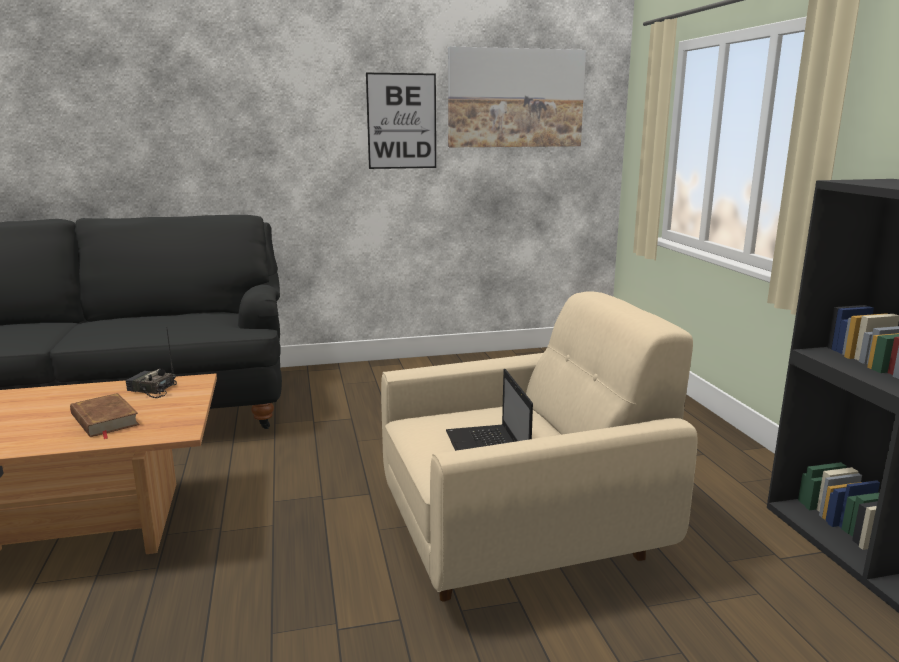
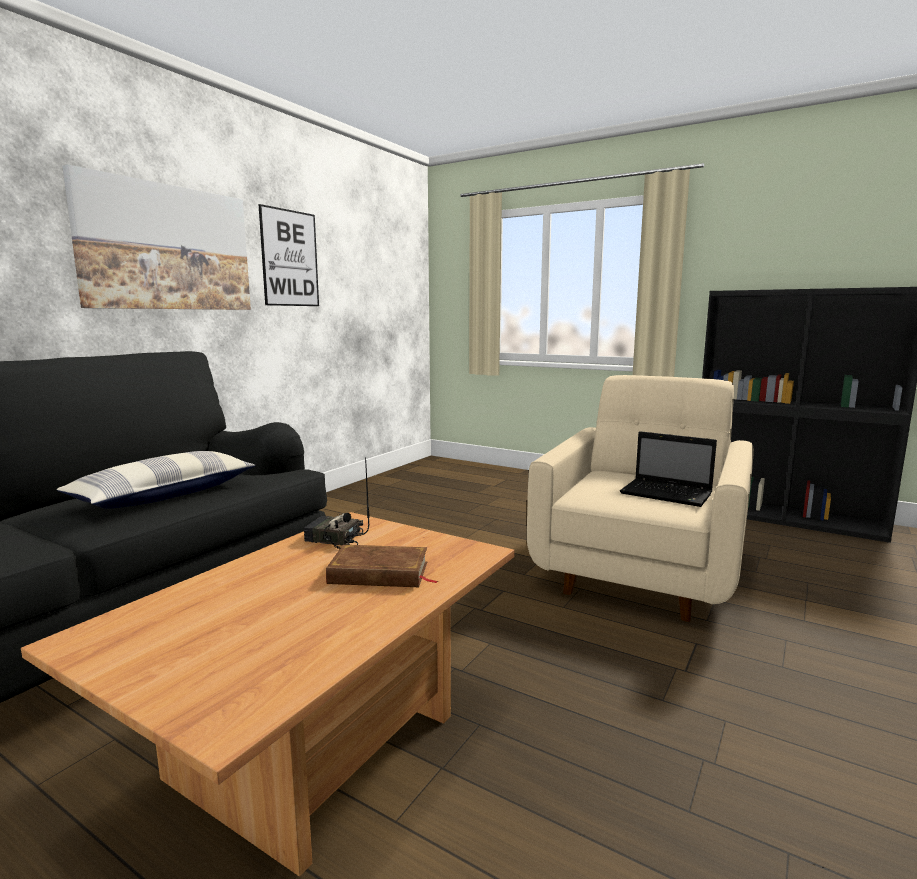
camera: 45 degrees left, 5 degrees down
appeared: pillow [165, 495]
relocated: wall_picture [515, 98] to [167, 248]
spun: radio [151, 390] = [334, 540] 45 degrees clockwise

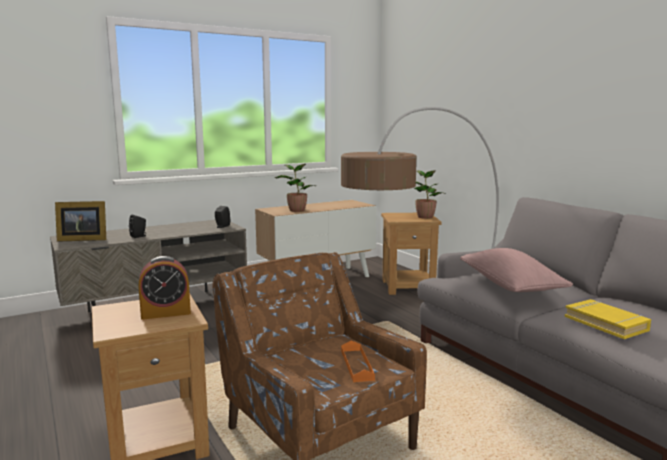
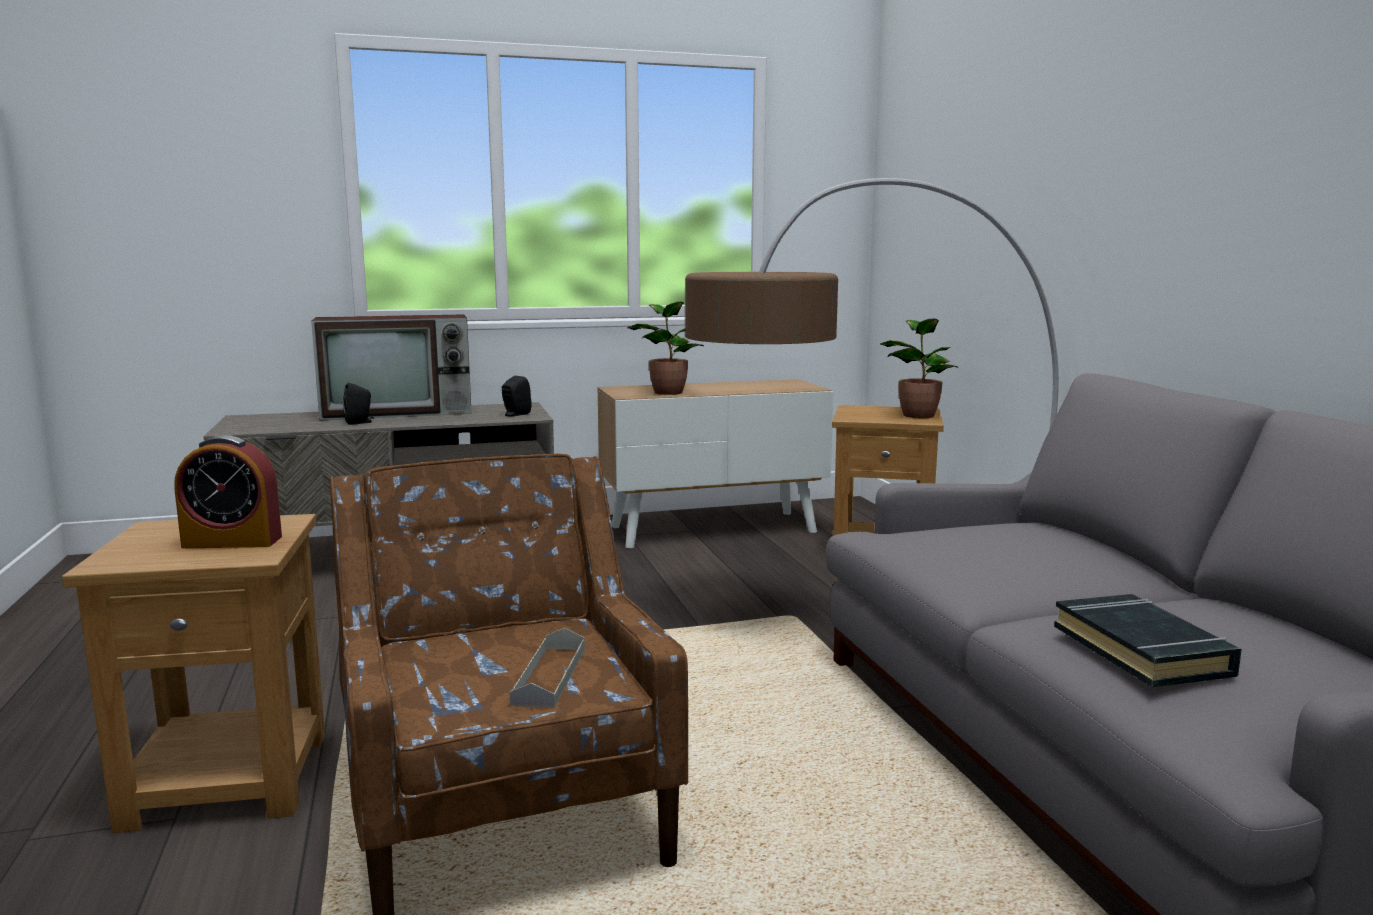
camera: 15 degrees right, 0 degrees up
missing: picture_frame [82, 239]; pinkish_pillow [510, 286]
appeared: TV [400, 412]
colour: orangey_carrying_tray [357, 365] to greyish_carrying_tray [549, 676]; yellow-coloured_book [606, 323] to black-coloured_book [1142, 650]

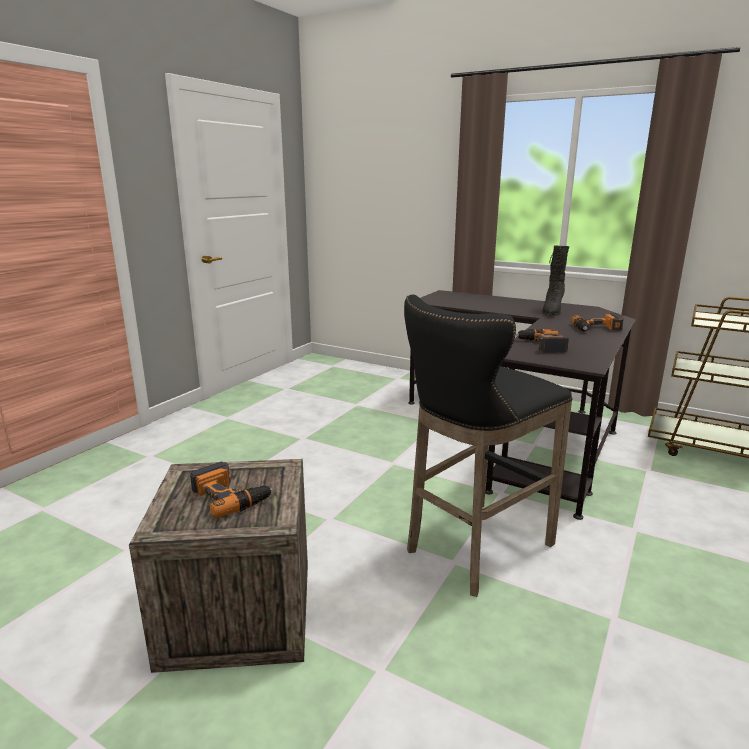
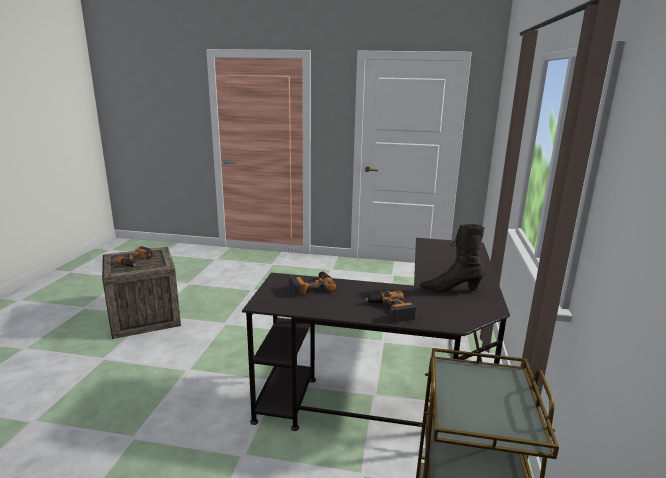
camera: 70 degrees right, 0 degrees up
missing: black-coloured_stool_seat [474, 550]

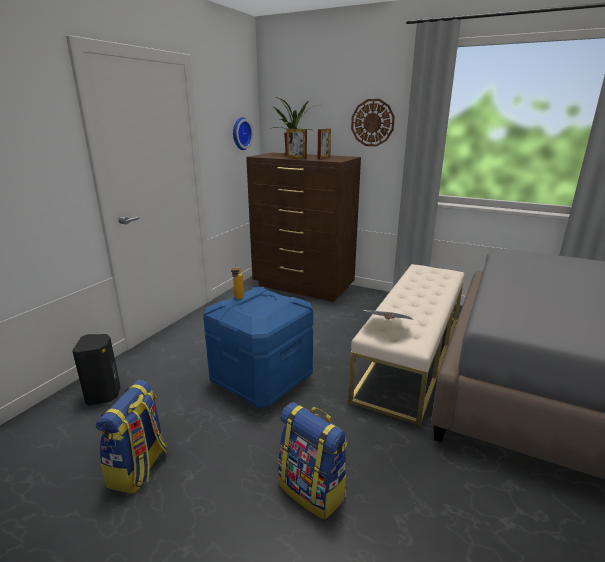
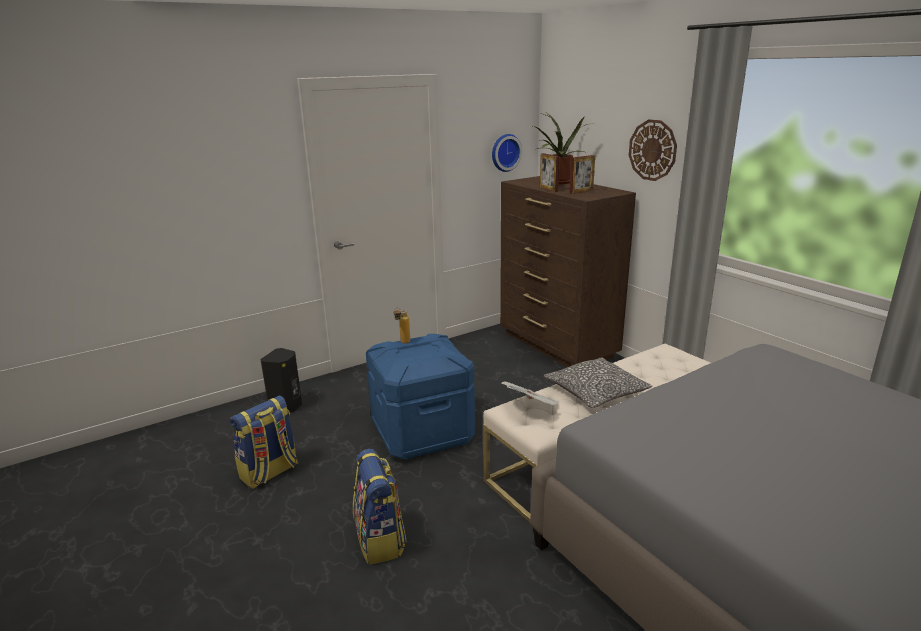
camera: 30 degrees right, 0 degrees up
appeared: pillow [595, 392]

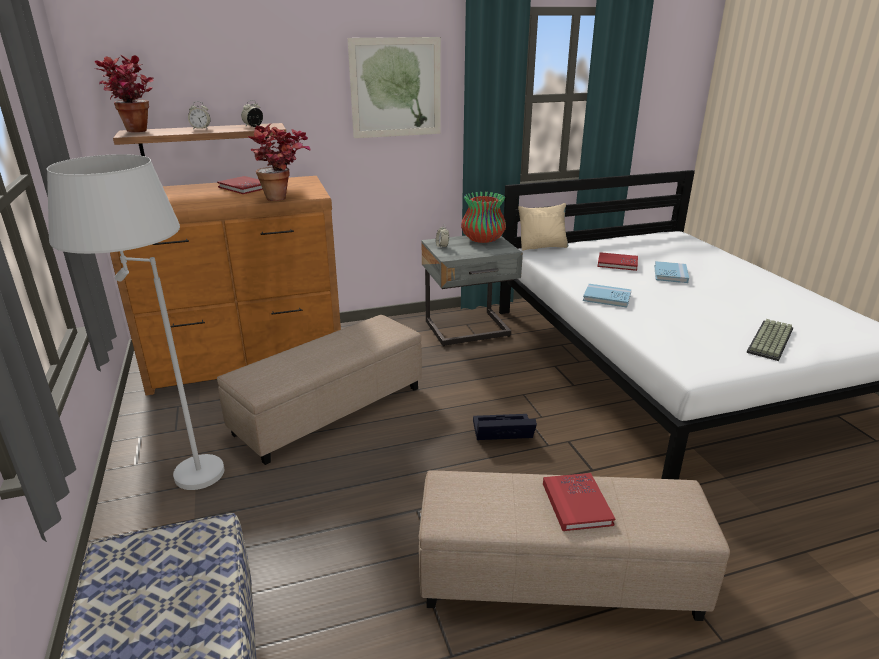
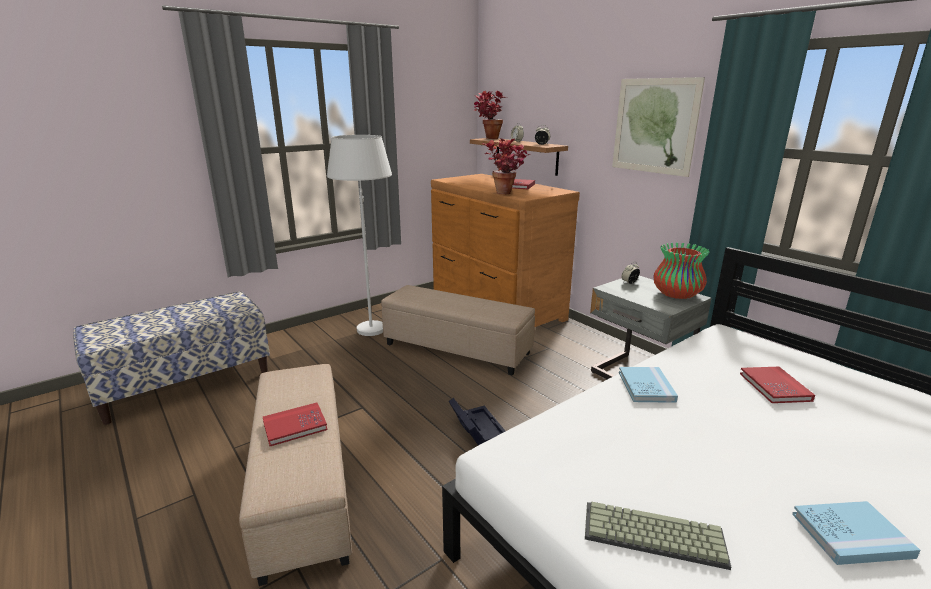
camera: 70 degrees right, 5 degrees down
missing: sand-coloured_pillow [542, 246]
relocated: bluish_book [670, 274] to [851, 535]

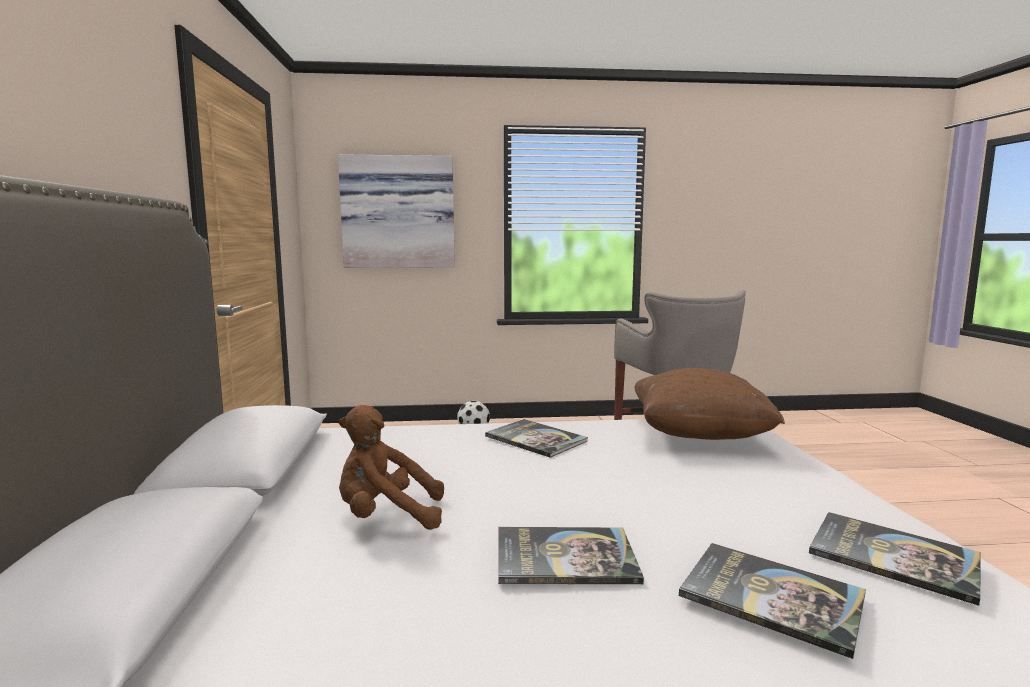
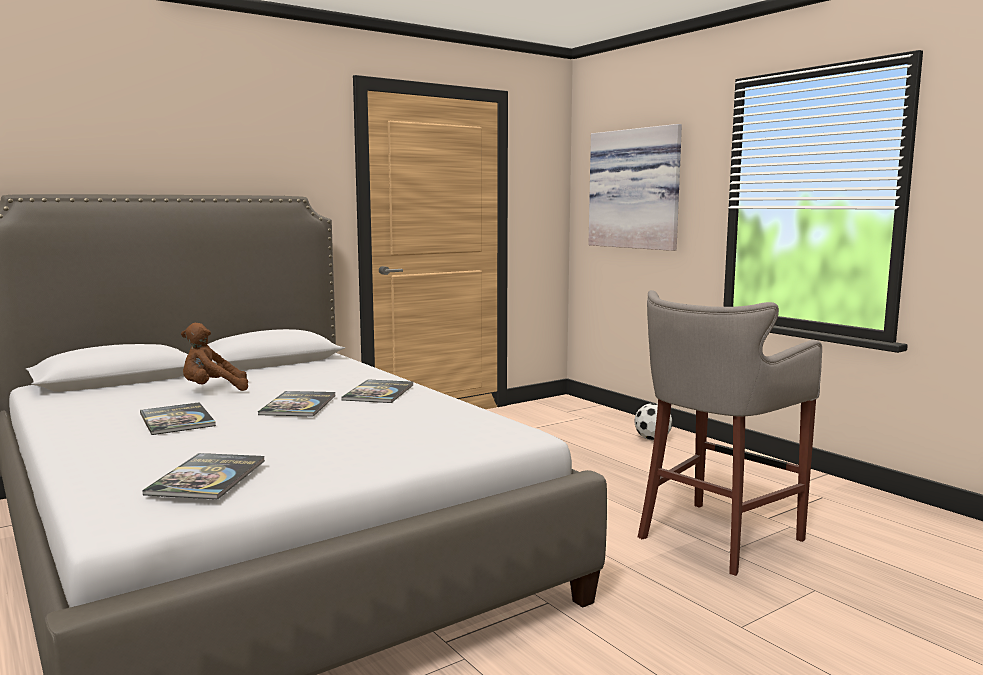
camera: 60 degrees right, 0 degrees up
missing: brownish_pillow [698, 436]
relocated: book [771, 597] to [298, 405]
spun: brownish_soft_toy [386, 517] = [213, 390] 75 degrees counterclockwise

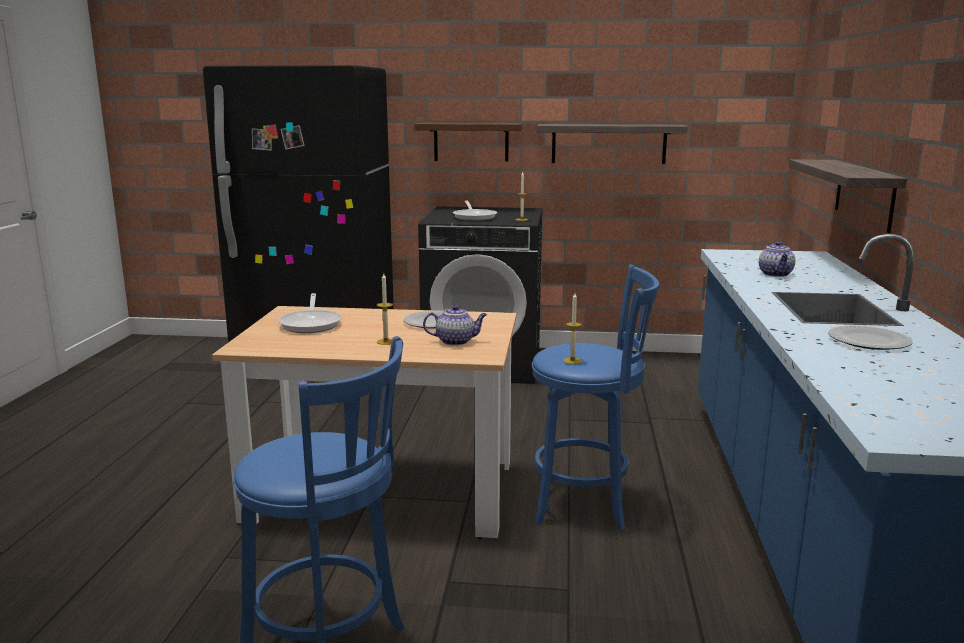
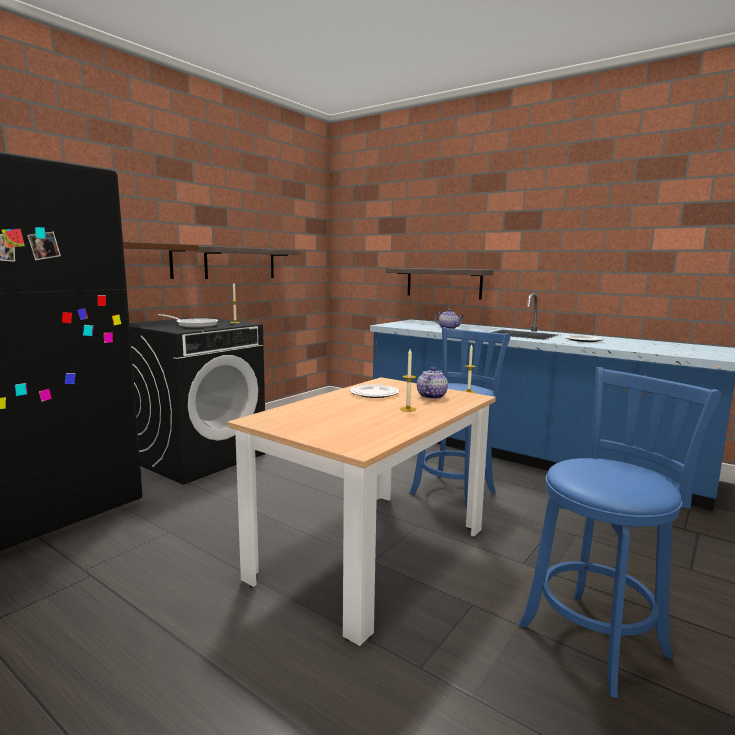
camera: 60 degrees left, 5 degrees down
missing: skillet [311, 323]

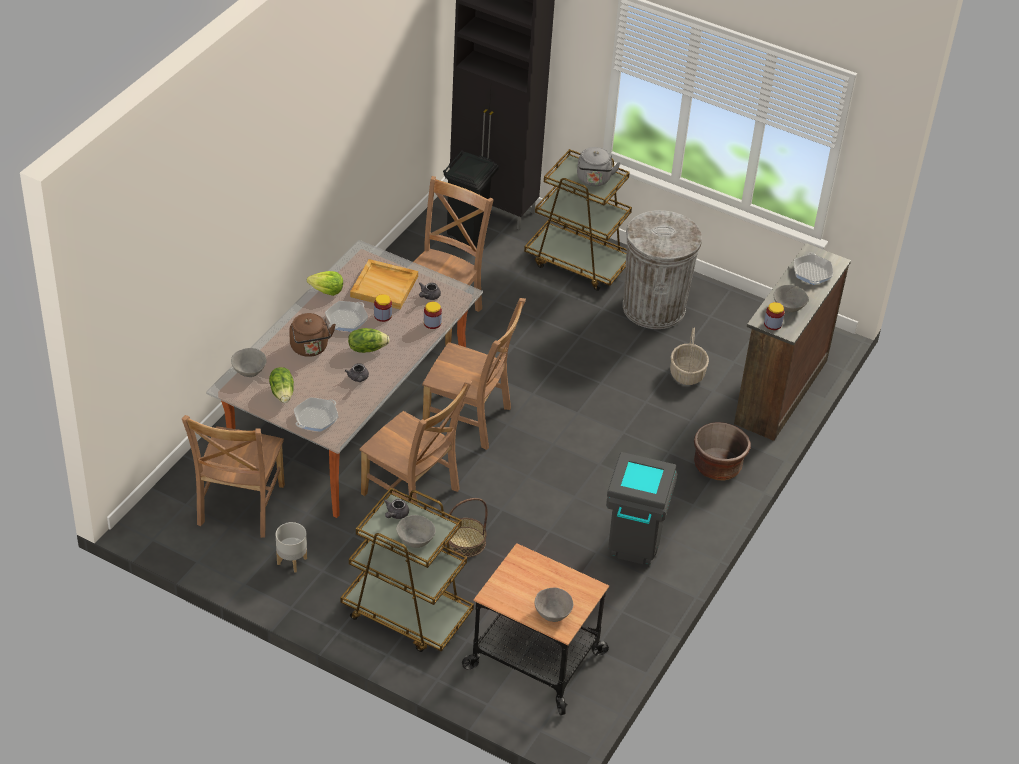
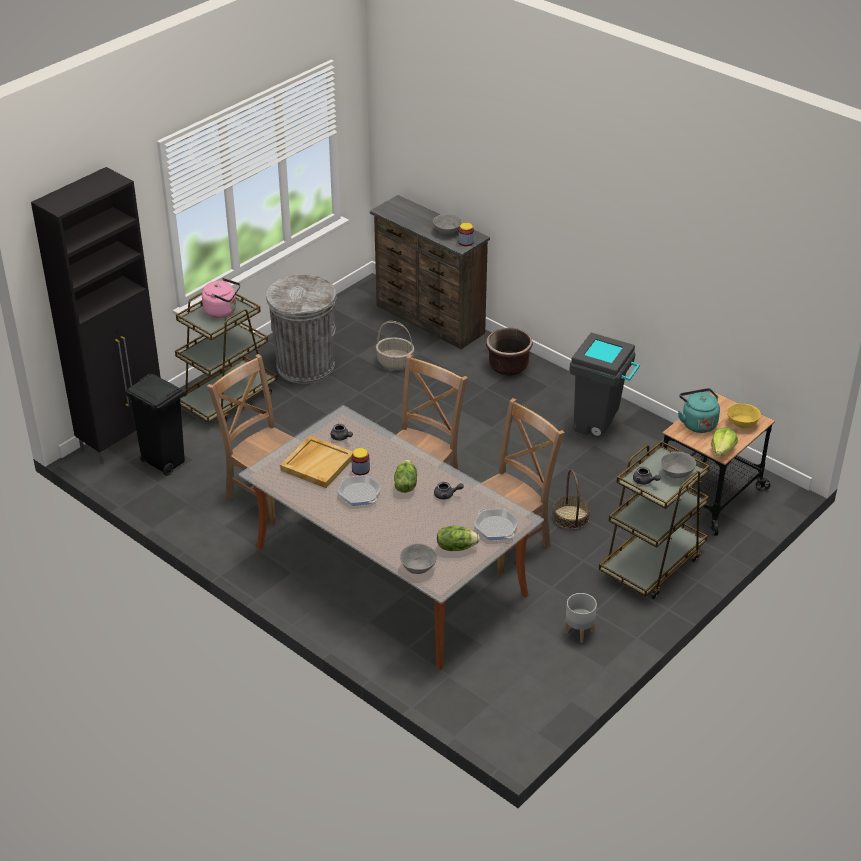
camera: 75 degrees left, 5 degrees down
missing: brownish_plain_chair [240, 507]; brownish_water_kettle [310, 348]; preserve_jar [432, 323]; skillet [812, 272]
appeared: turquoise-coloured_water_kettle [697, 423]
relocated: head_of_lettuce [327, 291] to [722, 450]
colour: greyish_water_kettle [594, 180] to pinkish_water_kettle [222, 311]; greyish_deep_dish [553, 613] to yellow-coloured_deep_dish [742, 423]

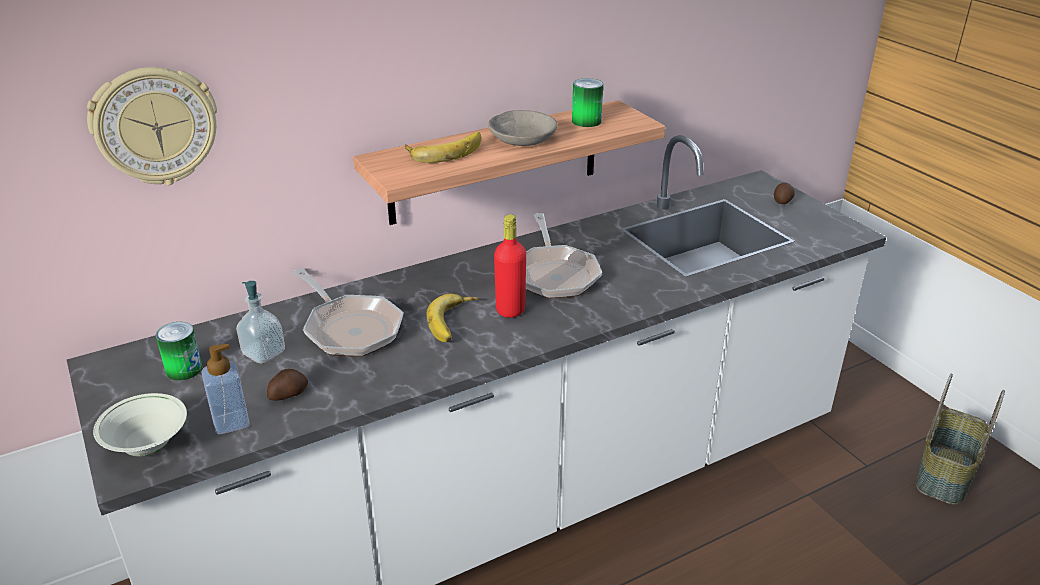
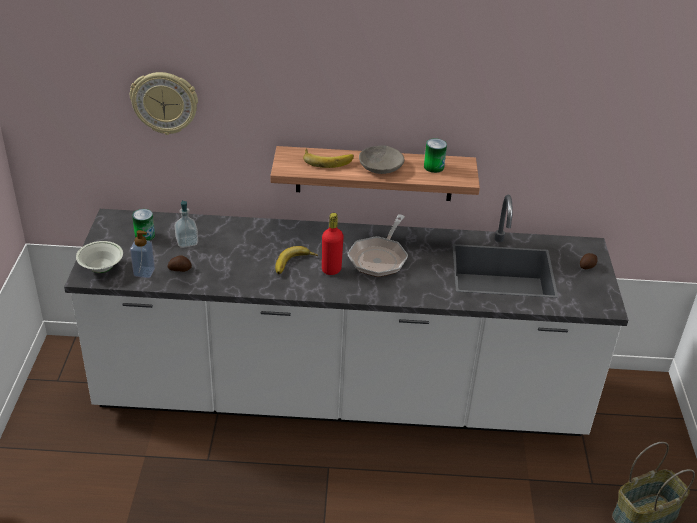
camera: 30 degrees right, 5 degrees up
missing: skillet [349, 328]

